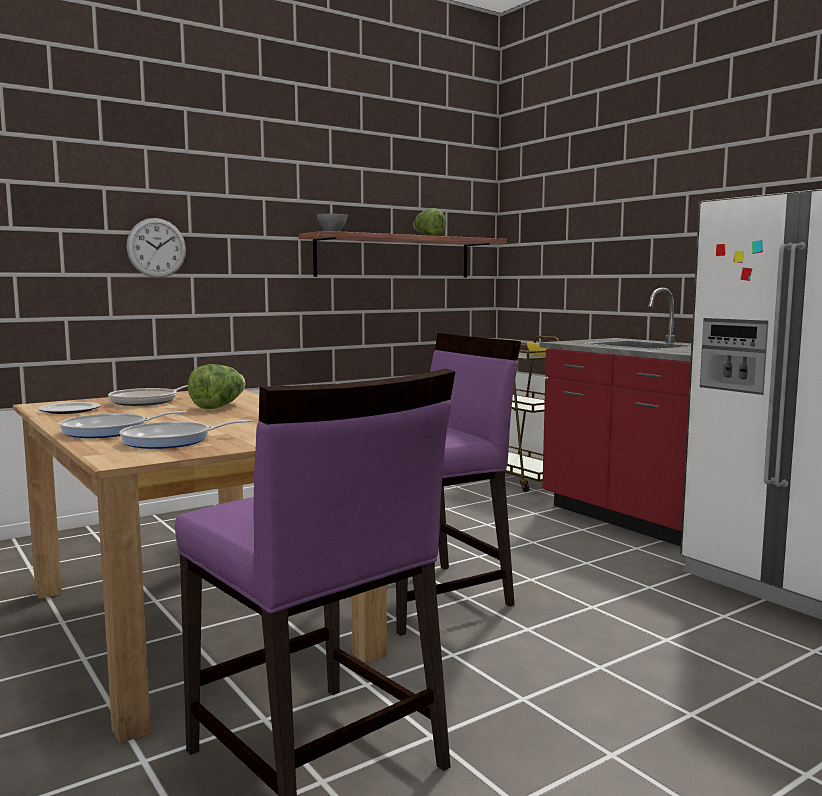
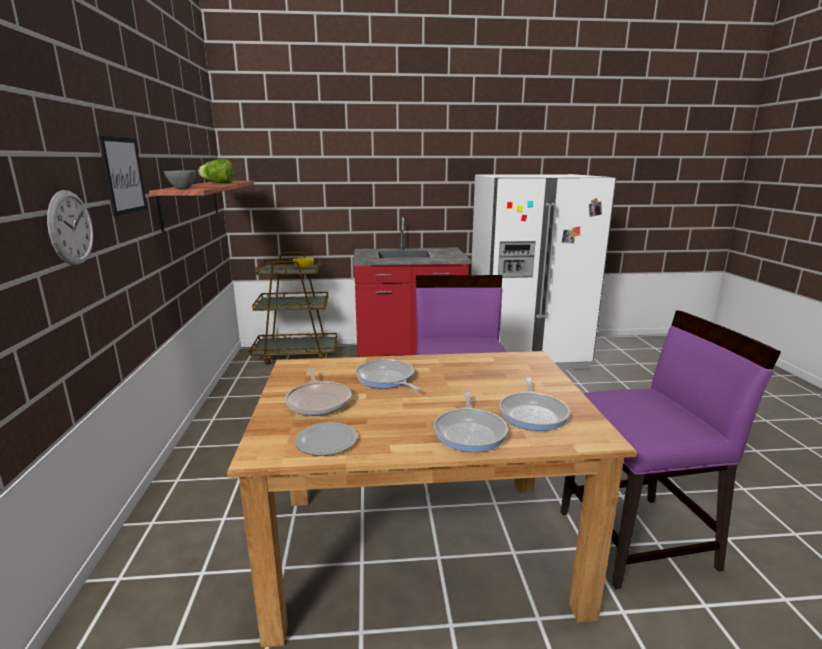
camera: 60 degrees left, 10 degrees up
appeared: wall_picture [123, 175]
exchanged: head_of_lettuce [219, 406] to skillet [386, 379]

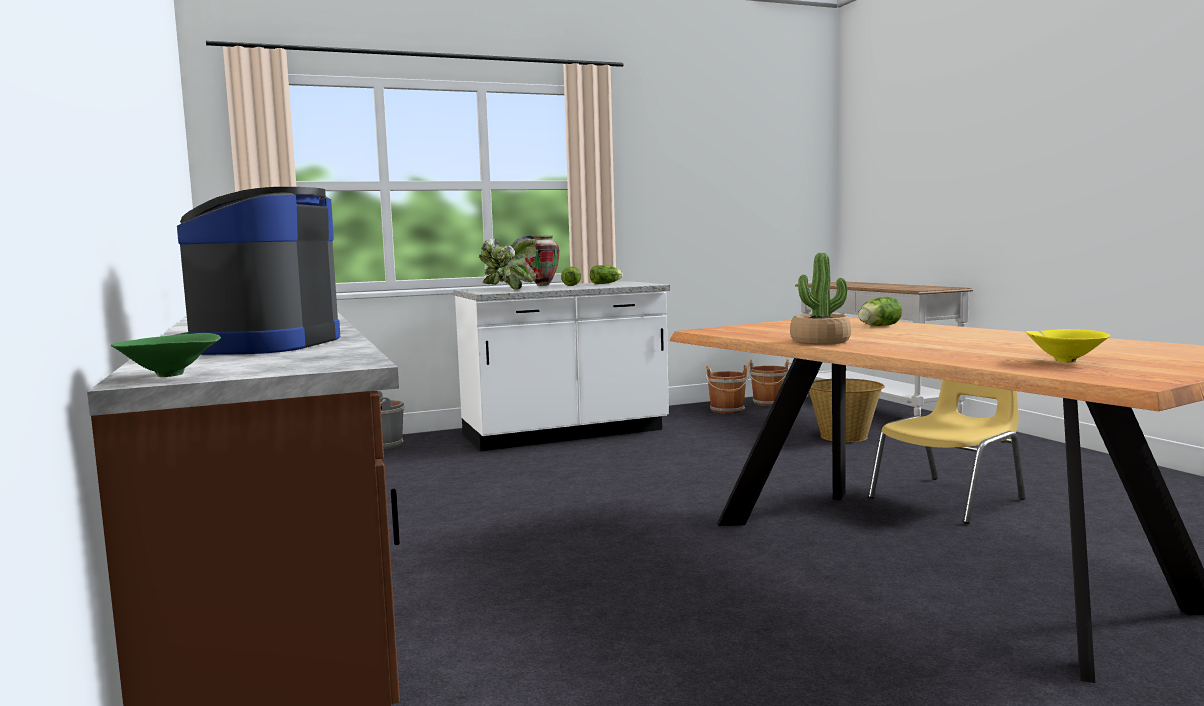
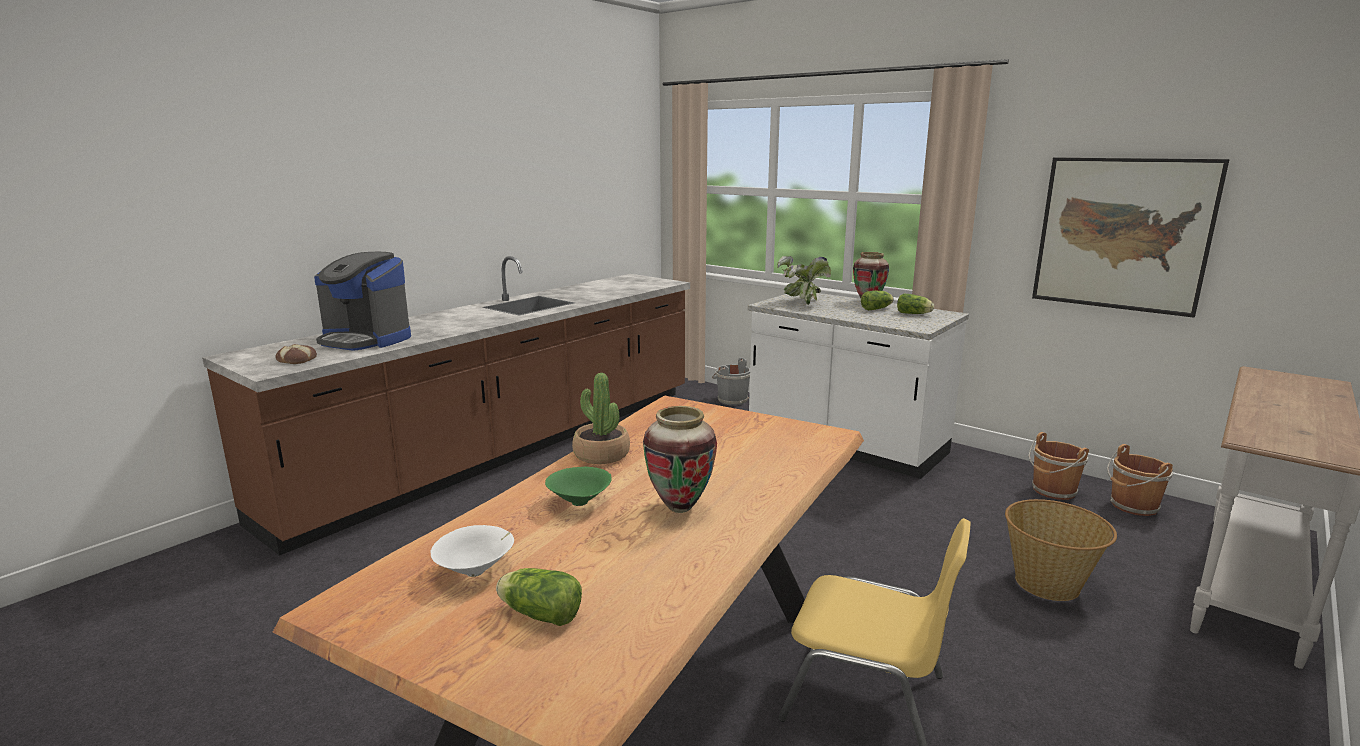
camera: 60 degrees right, 10 degrees up
appeared: bread [297, 360]; flower_vase [680, 507]; wall_picture [1122, 234]
relocated: head_of_lettuce [877, 326] to [538, 613]; green-coloured_deep_dish [172, 375] to [580, 503]
colour: yellow-coloured_deep_dish [1064, 361] to whitish_deep_dish [477, 571]
spun: coffee_brewer [262, 345] = [366, 339] 135 degrees counterclockwise

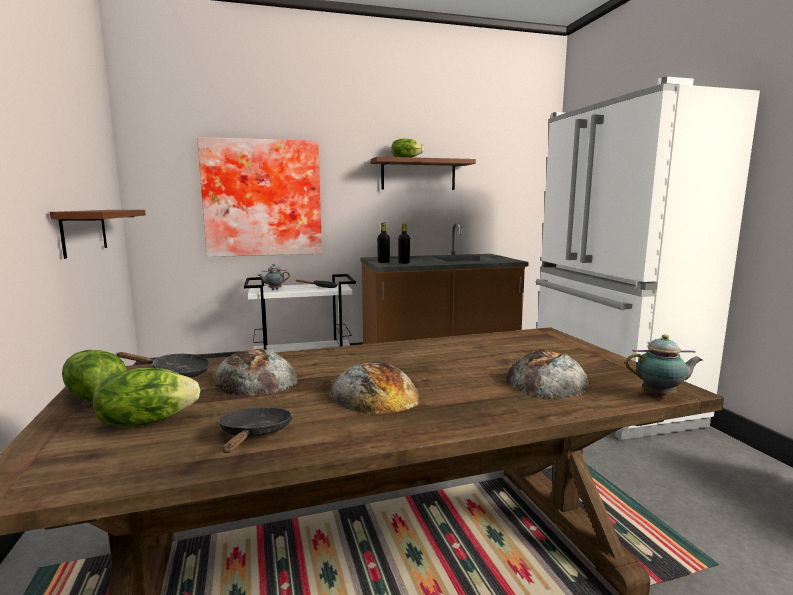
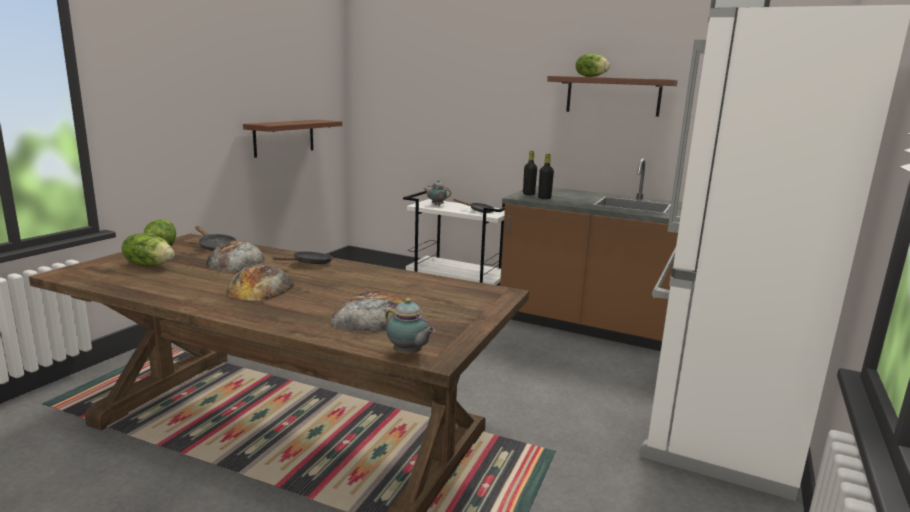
camera: 40 degrees right, 5 degrees up
missing: wall_picture [263, 198]
relocated: black-coloured_skillet [254, 435] to [309, 264]

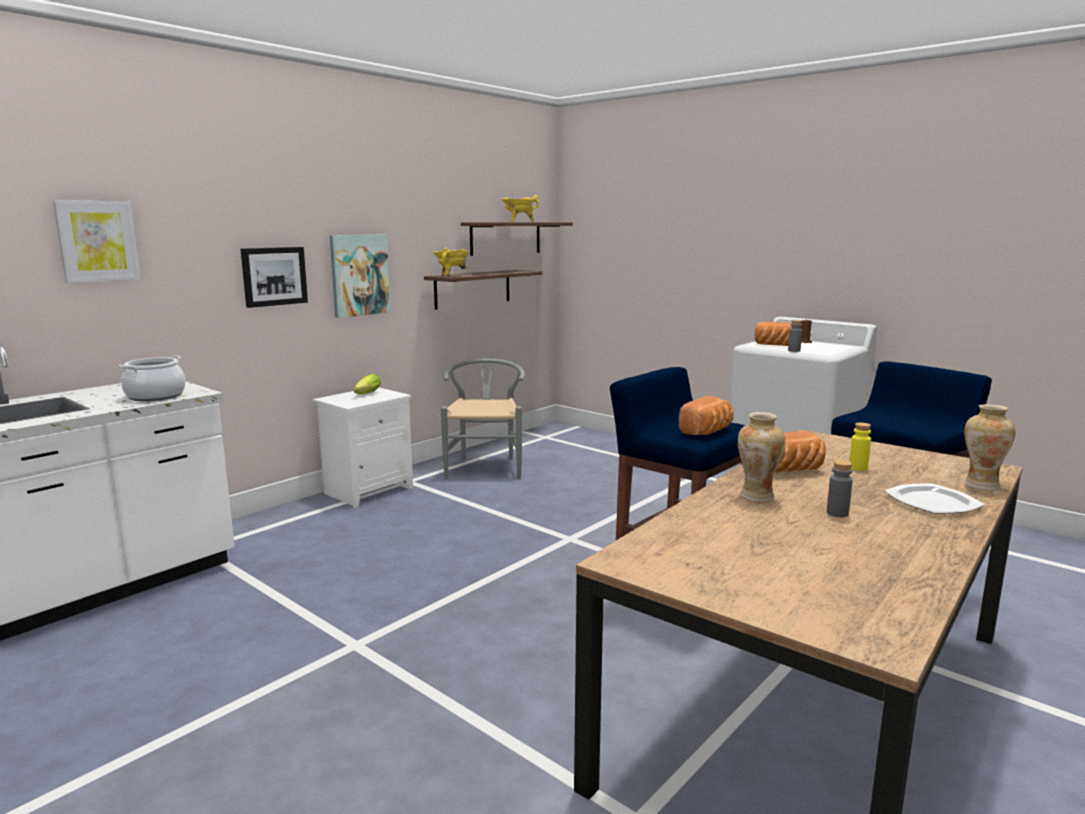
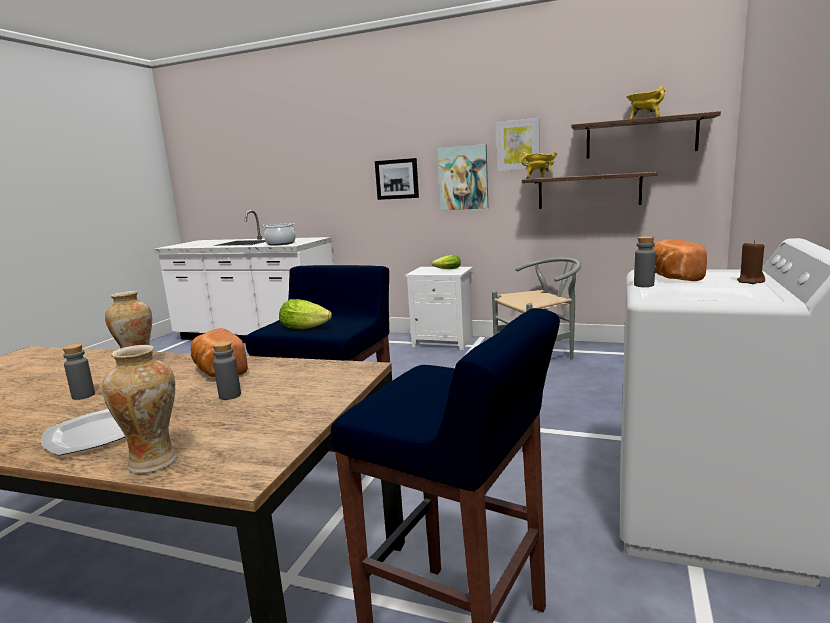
camera: 70 degrees right, 0 degrees up
relocated: wall_picture [97, 241] to [518, 145]
exchanged: bread [708, 431] to head_of_lettuce [307, 328]
colour: yellow-coloured_beverage_bottle [858, 468] to greyish_beverage_bottle [230, 395]

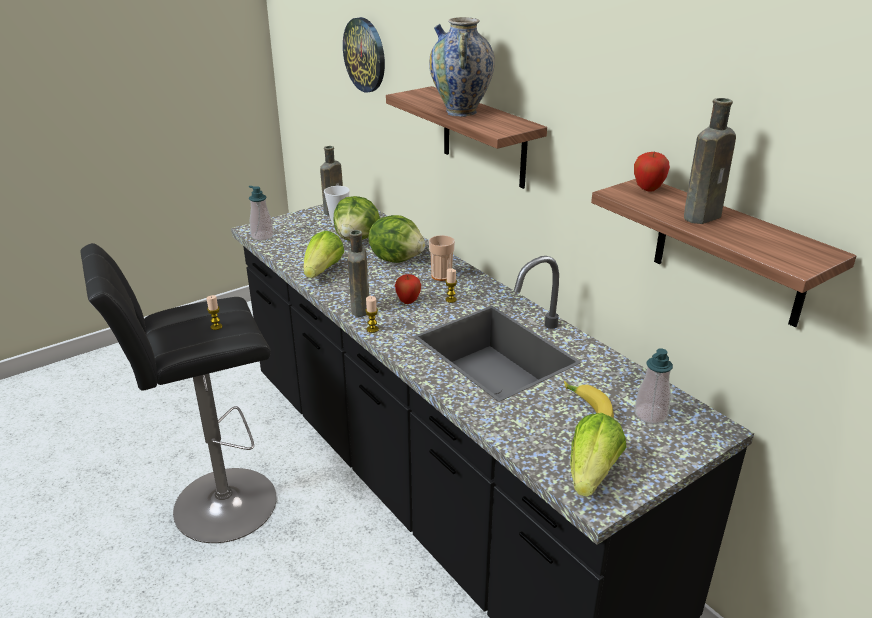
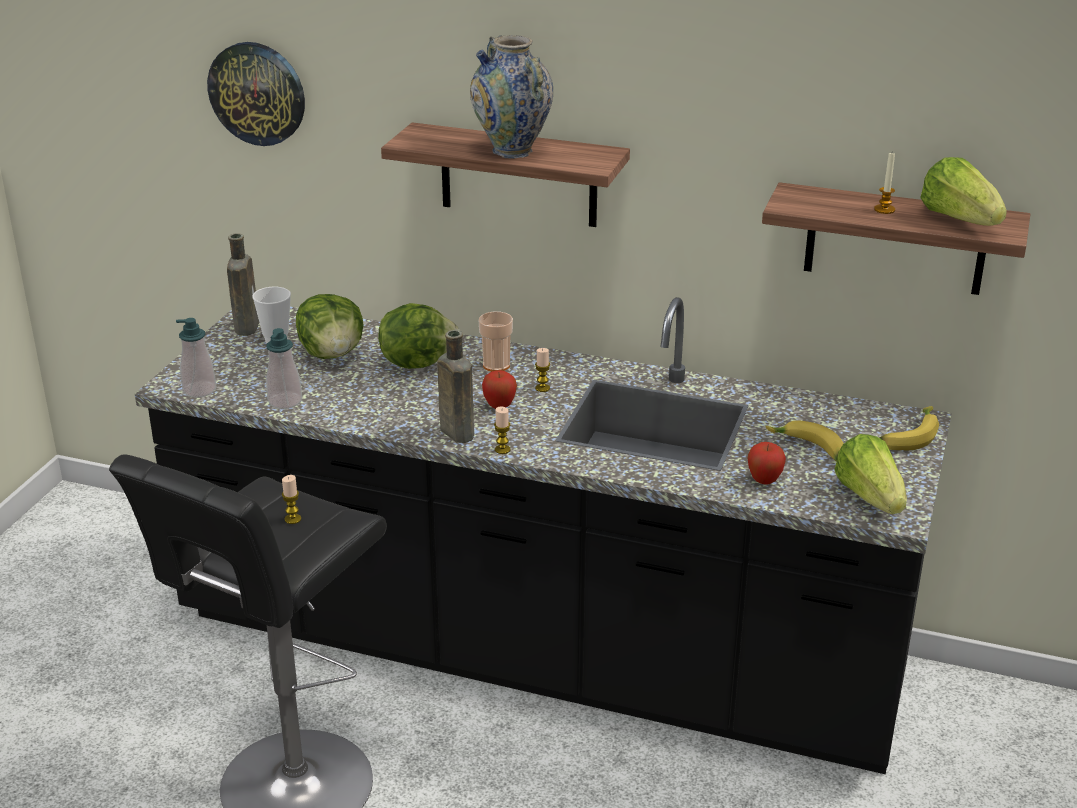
camera: 35 degrees left, 0 degrees up
appeared: banana [908, 436]
relocated: liquid_soap_bottle [650, 415] to [285, 401]; whole_apple [648, 189] to [764, 481]; head_of_lettuce [323, 271] to [959, 220]
exchanged: brownish_beverage_bottle [703, 216] to wax_candle [884, 209]

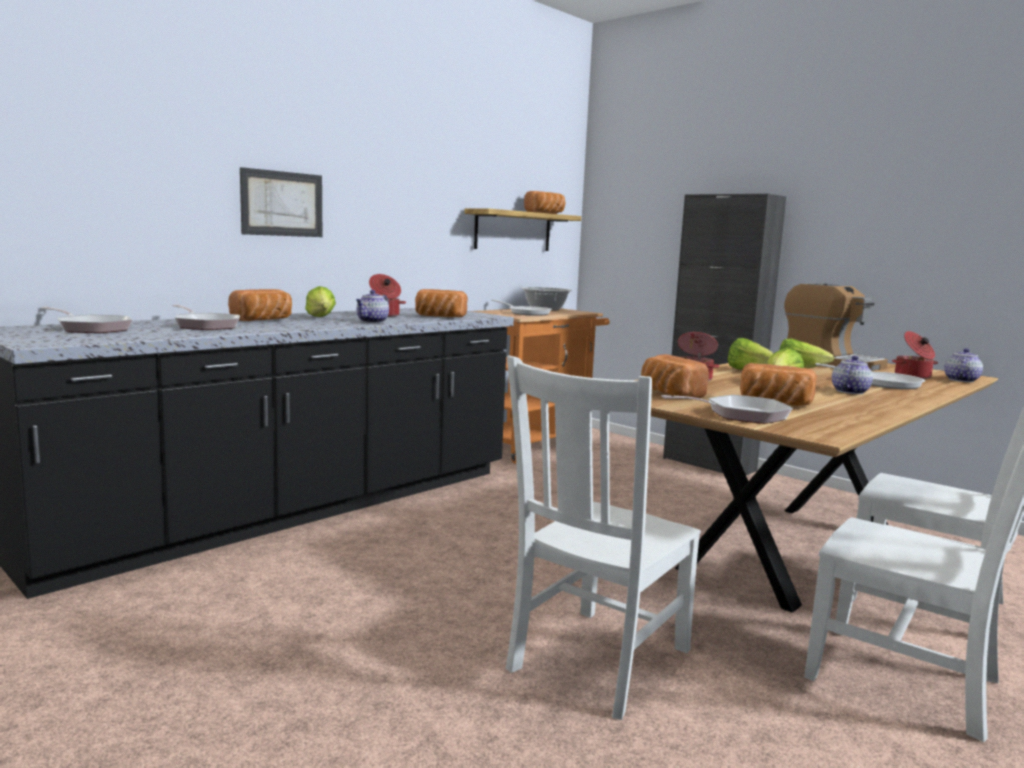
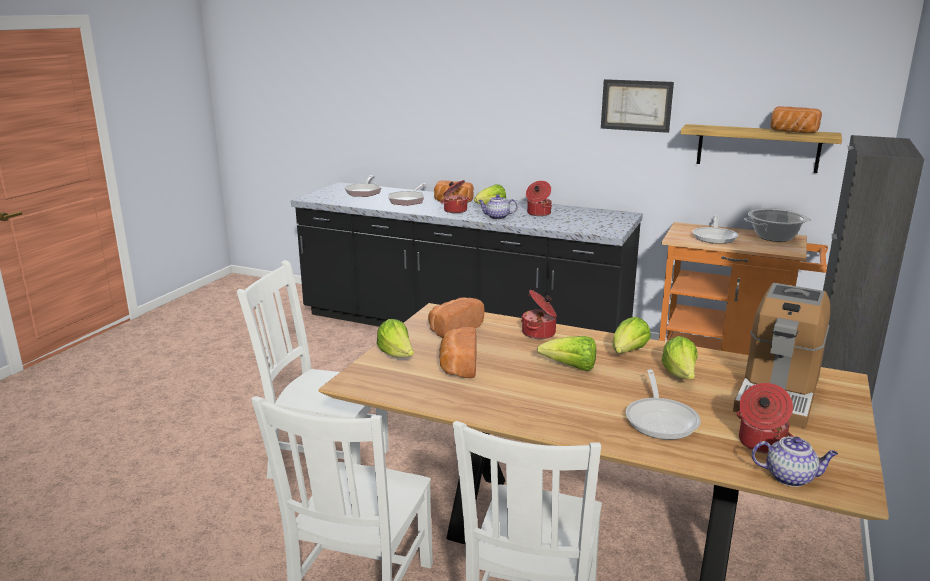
camera: 70 degrees right, 10 degrees up
missing: bread [439, 317]; teapot [849, 391]
appeared: saucepot [455, 210]
relocated: wall_picture [282, 204] to [636, 105]
exchanged: skillet [740, 415] to head_of_lettuce [397, 355]

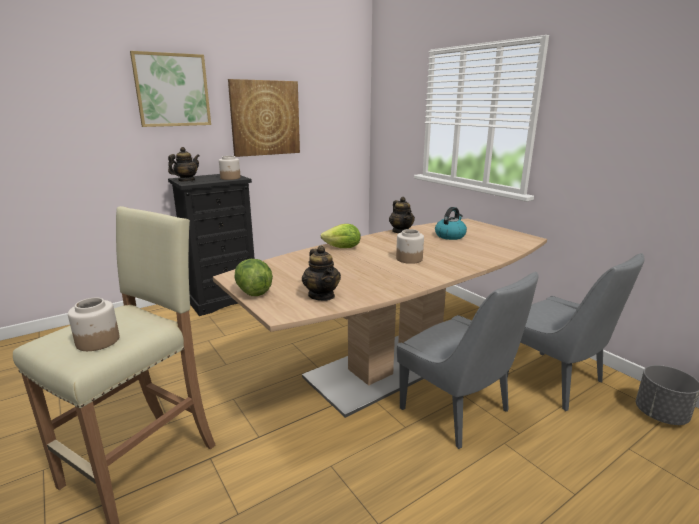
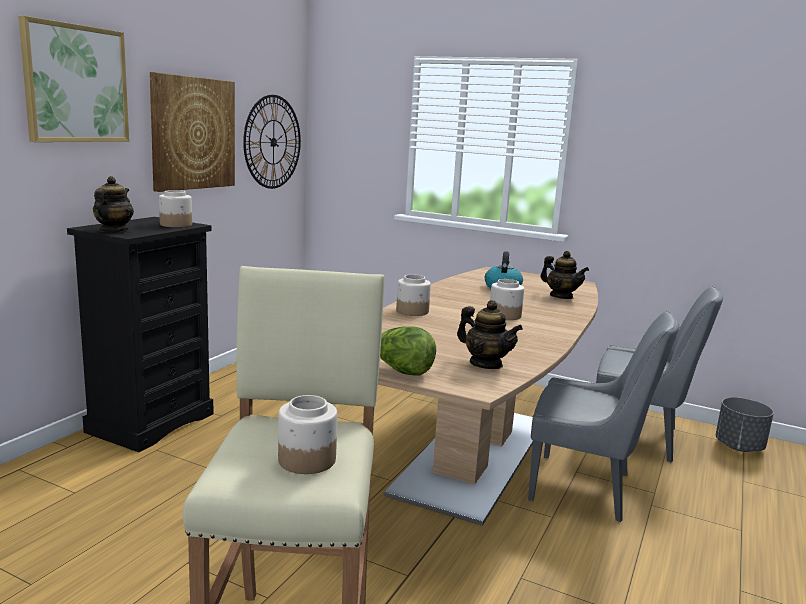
camera: 30 degrees left, 5 degrees down
appeared: hanging_clock [273, 142]
relocated: teapot [401, 232] to [561, 296]
exchanged: head_of_lettuce [343, 248] to preserve_jar [412, 311]

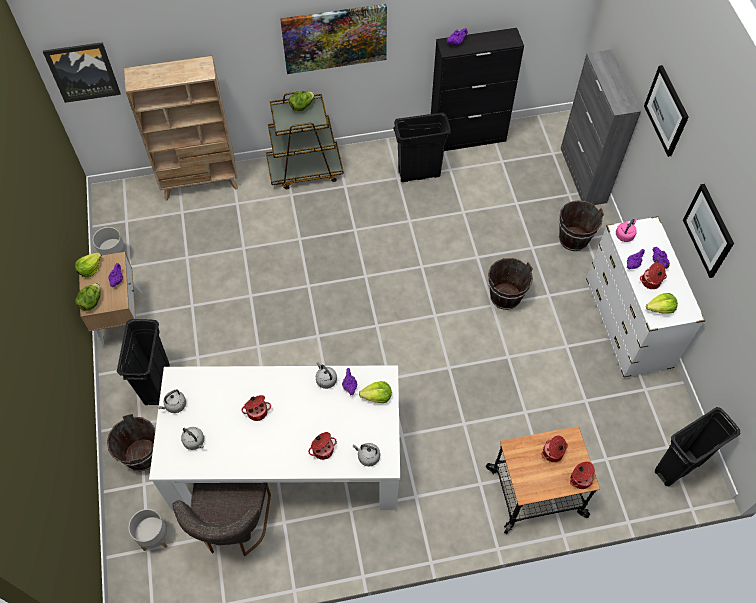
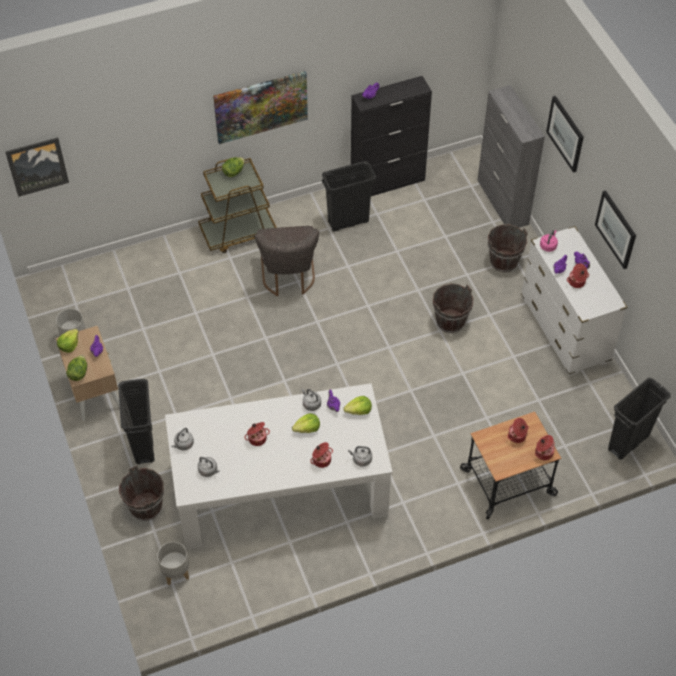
camera: 10 degrees left, 5 degrees down
missing: sand-coloured_shelving_unit [200, 183]
relocated: greyish_plain_chair [233, 526] to [288, 278]; head_of_lettuce [660, 309] to [307, 429]

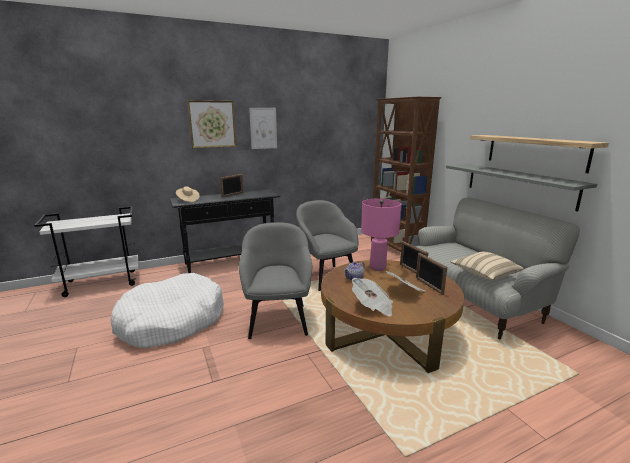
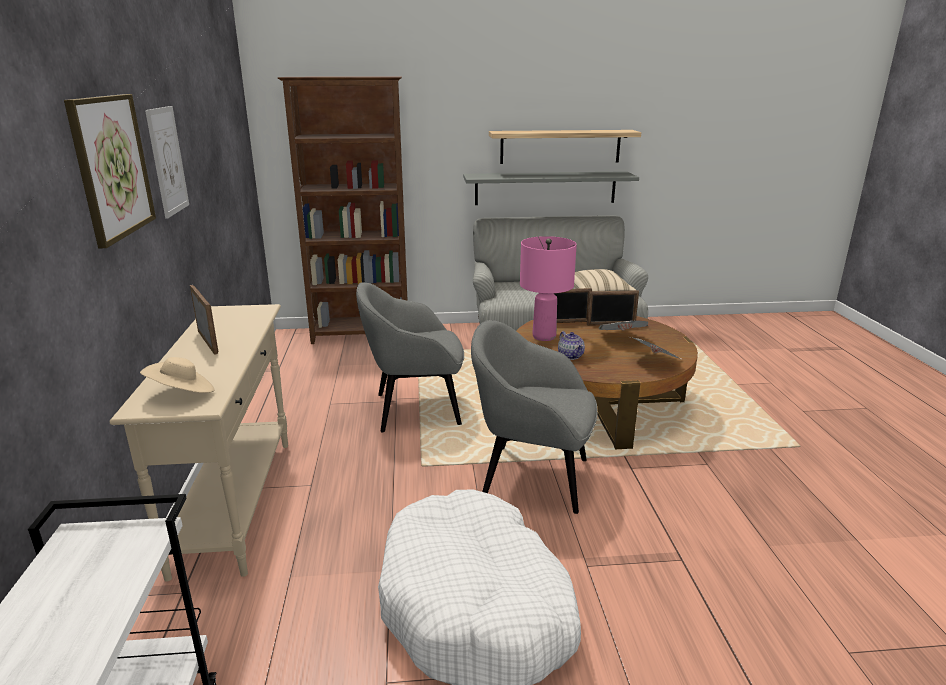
camera: 70 degrees left, 5 degrees up
colour: black-coloured_hall_table [231, 262] to sand-coloured_hall_table [236, 502]

